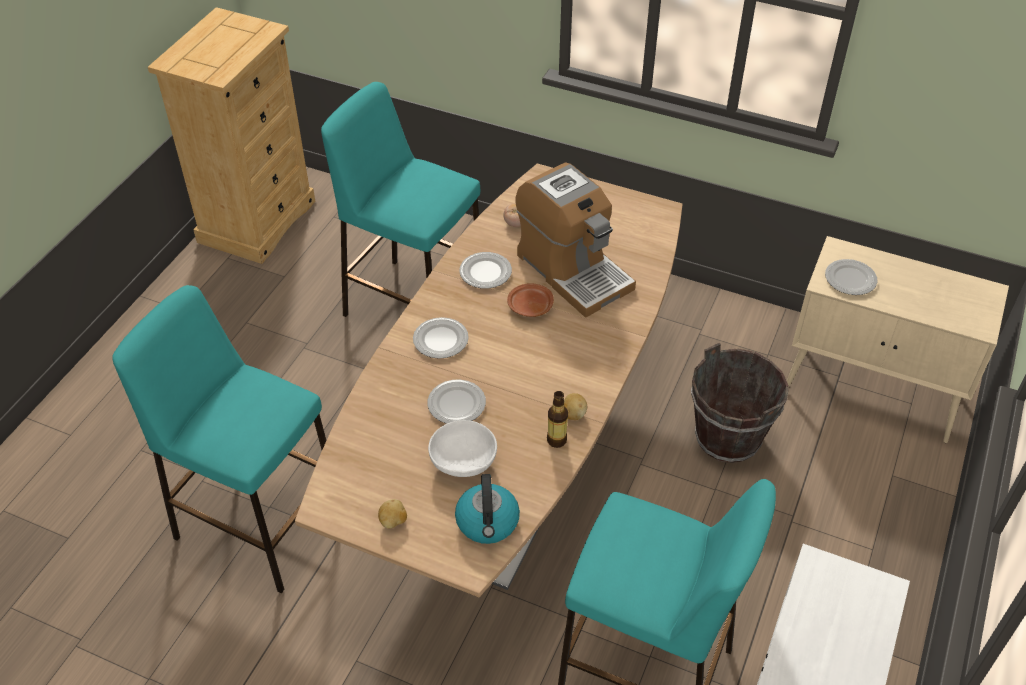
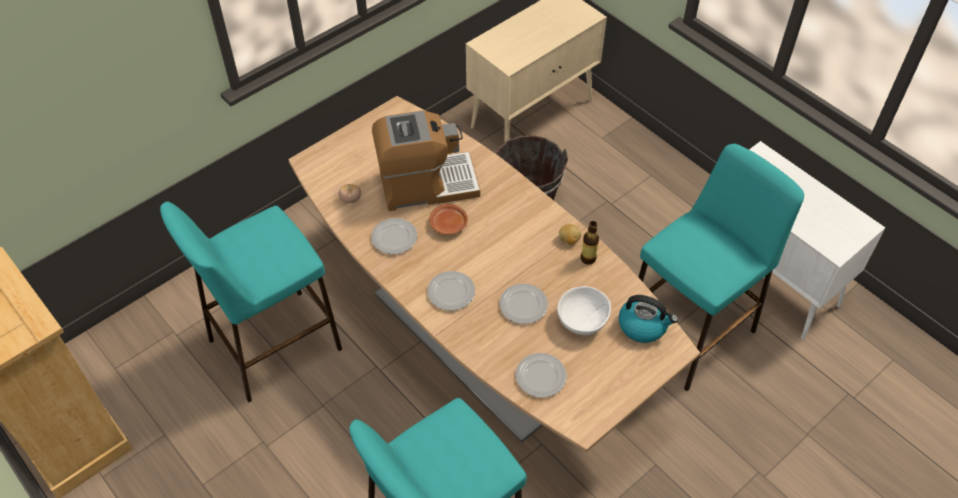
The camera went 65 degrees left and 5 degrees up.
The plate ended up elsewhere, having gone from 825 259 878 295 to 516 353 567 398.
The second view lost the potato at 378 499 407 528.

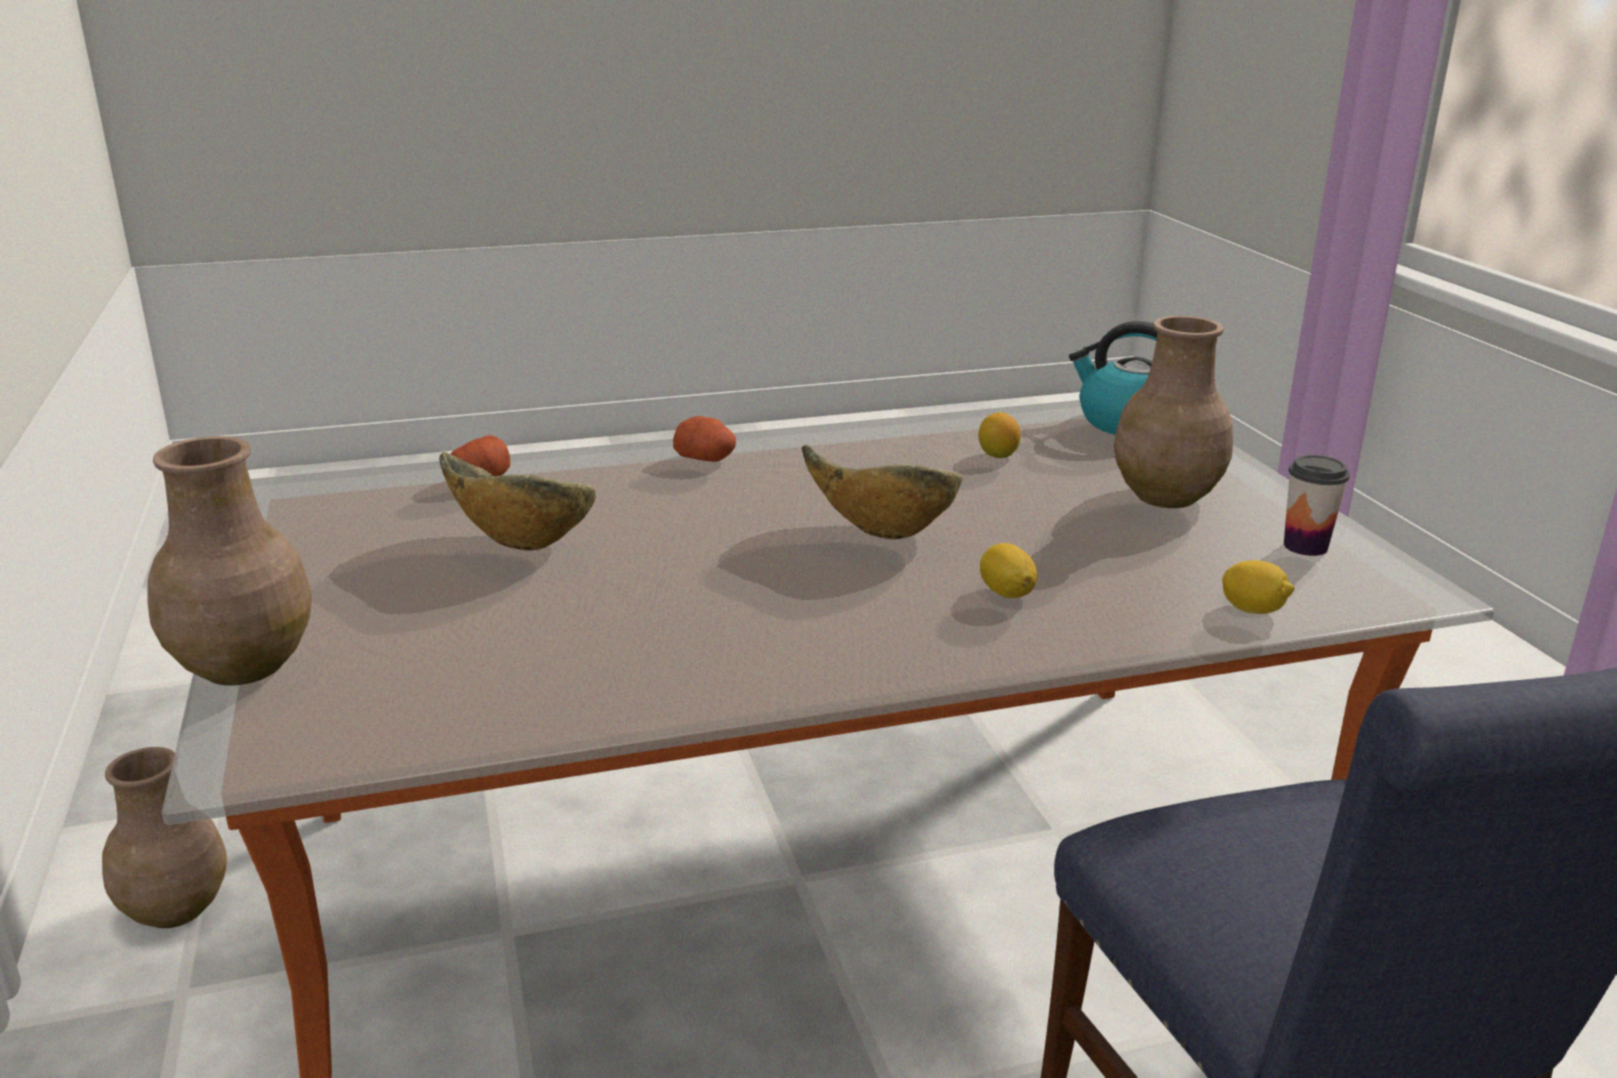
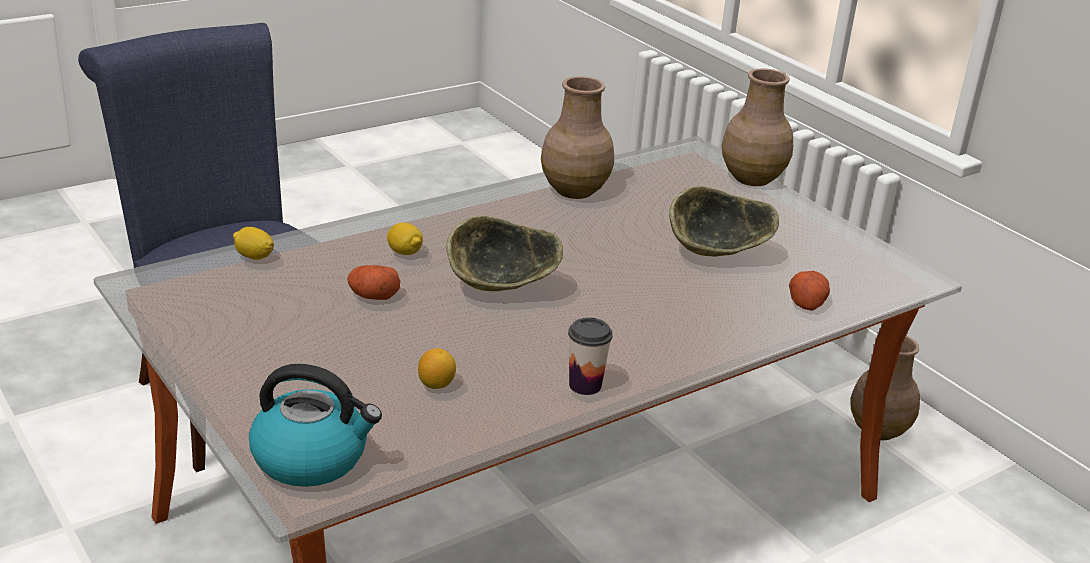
The camera went 160 degrees right and 5 degrees up.
The brown vase ended up elsewhere, having gone from 1114 316 1233 508 to 541 76 614 199.
The potato ended up elsewhere, having gone from 673 416 736 462 to 347 265 400 300.
The cup ended up elsewhere, having gone from 1284 455 1350 556 to 568 318 613 395.

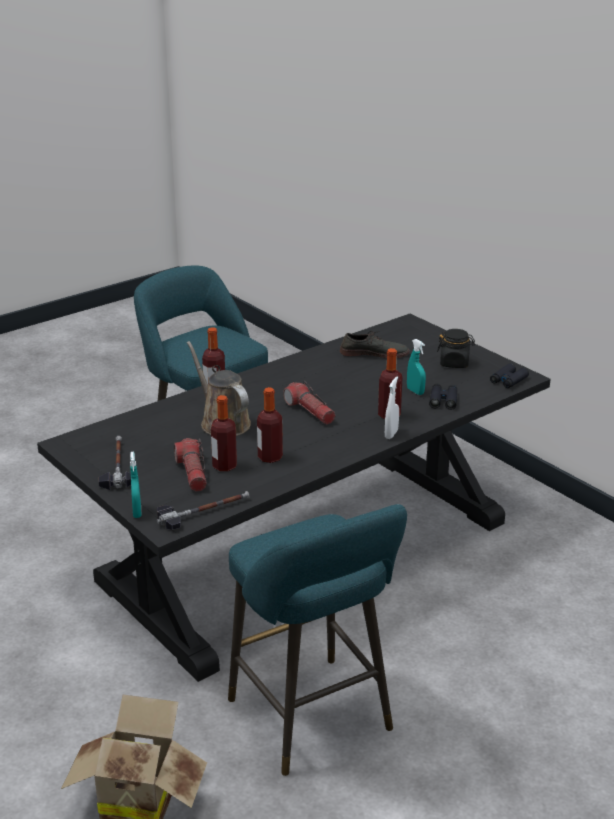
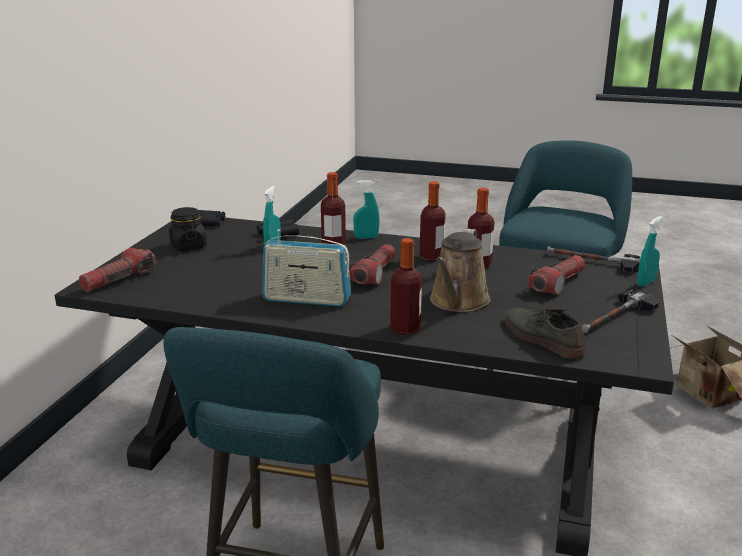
The camera went 125 degrees left and 5 degrees down.
The grey shoe ended up elsewhere, having gone from 340 331 409 358 to 504 307 585 359.
What was the white spray bottle at 385 376 399 439 turned into the turquoise spray bottle at 353 180 380 239.
The bottle ended up elsewhere, having gone from 211 395 237 471 to 419 181 445 261.
The second view gained the radio at 262 229 351 307.
The second view gained the flashlight at 79 248 156 292.

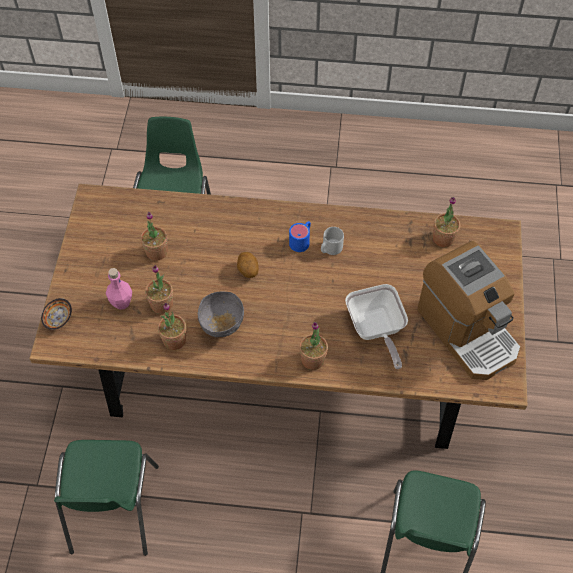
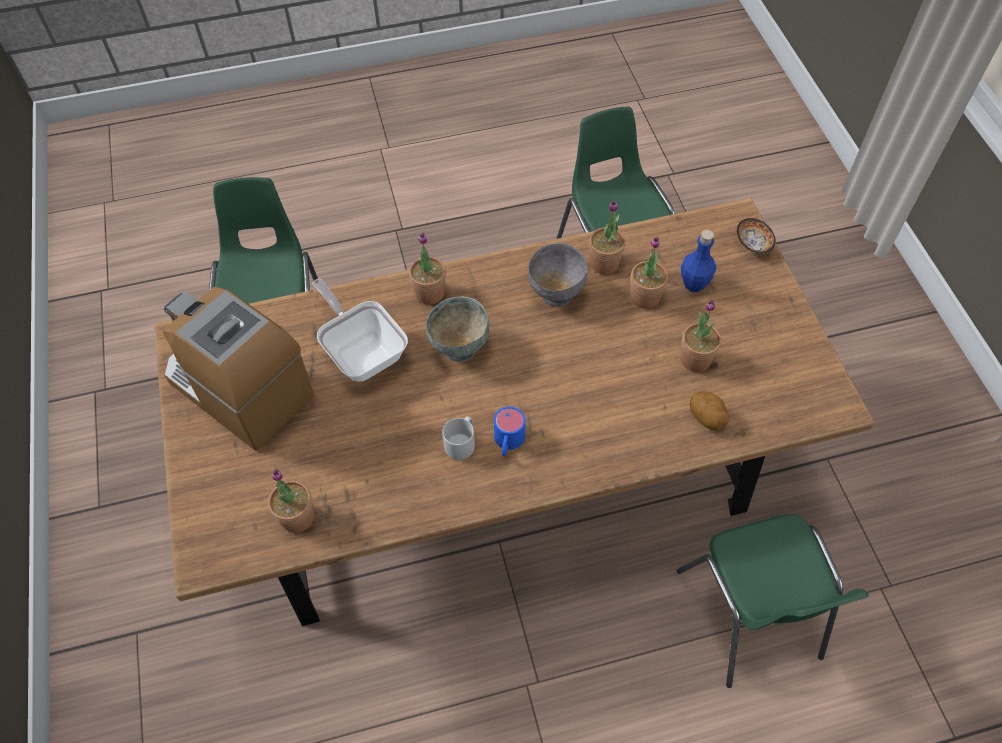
The camera went 160 degrees right and 0 degrees up.
The potato ended up elsewhere, having gone from 237 252 259 278 to 690 391 730 431.
What was the pink bottle at 106 268 132 310 turned into the blue bottle at 681 230 716 292.
The second view gained the grey bowl at 426 297 489 362.

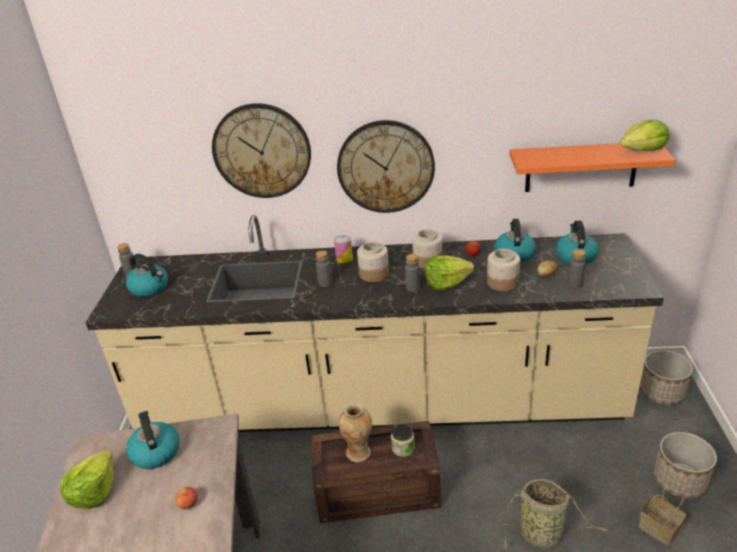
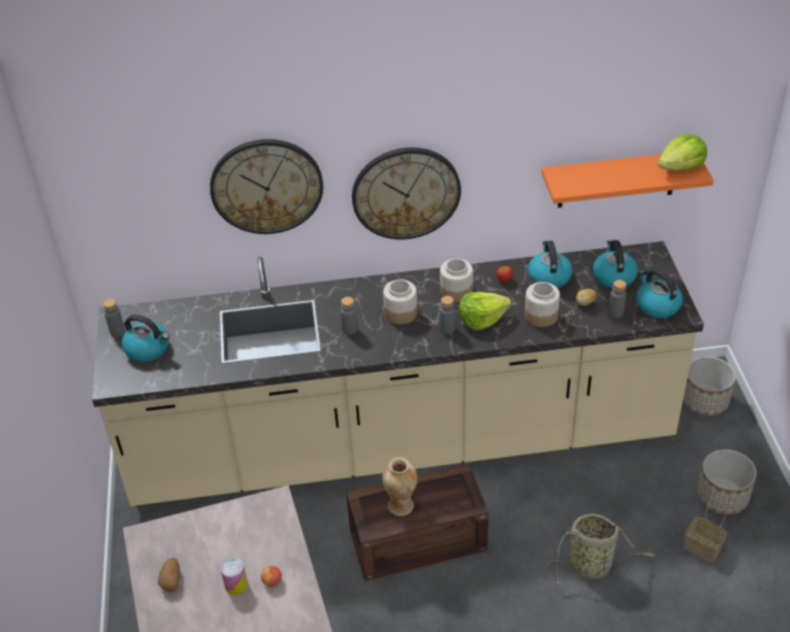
The camera went 10 degrees left and 10 degrees up.
The can ended up elsewhere, having gone from 334 235 353 263 to 220 558 248 595.
The kettle ended up elsewhere, having gone from 126 411 180 469 to 636 269 683 318.
The second view lost the jar at 391 424 415 457.
Where the lettuce stood at 60 450 113 509, the potato came to stand at 158 557 180 592.

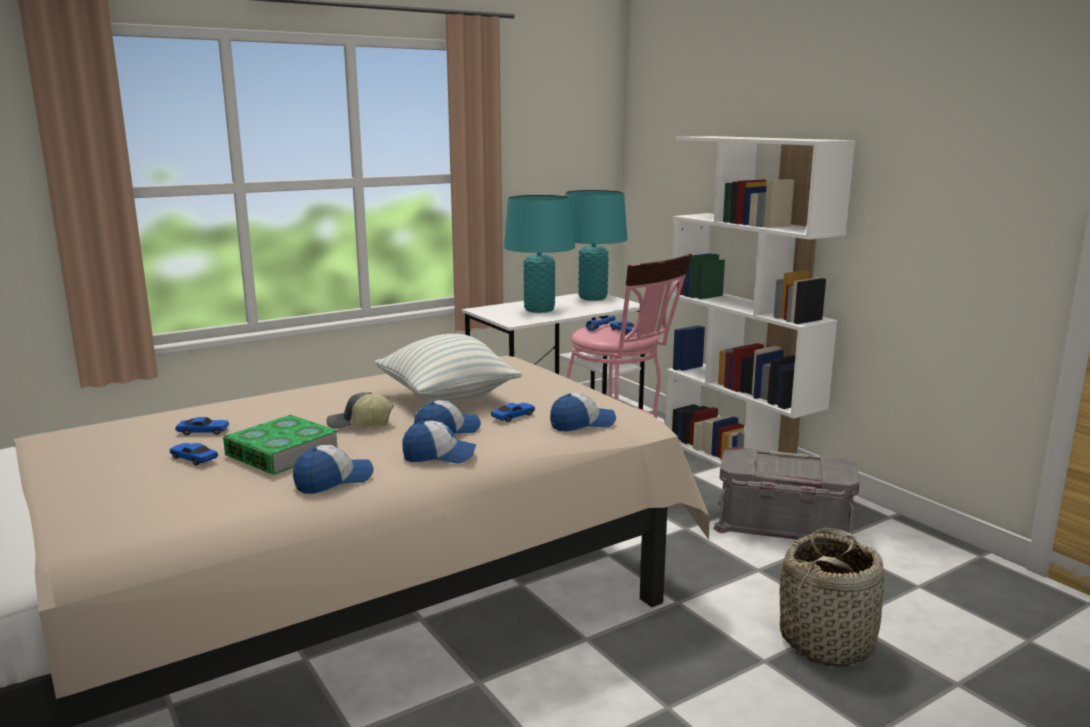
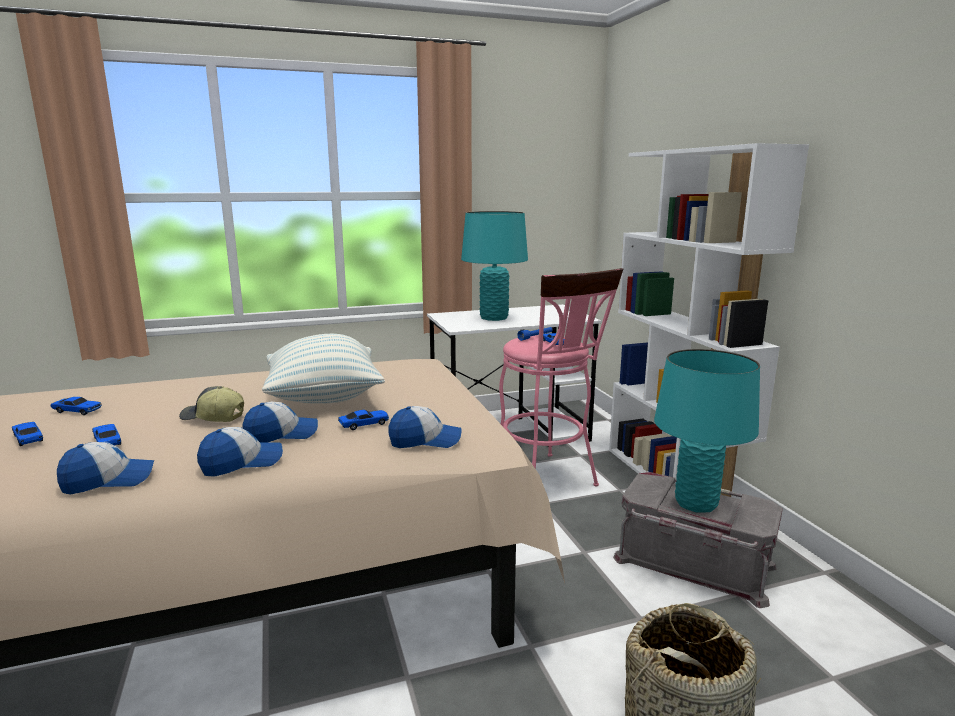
The camera went 15 degrees right and 0 degrees up.
The turquoise table lamp ended up elsewhere, having gone from 565 190 628 301 to 654 349 760 513.
Where the book stood at 223 415 338 475, the toy car came to stand at 92 424 121 445.
The cap at 403 421 476 464 ended up facing another way, 45 degrees counterclockwise from before.

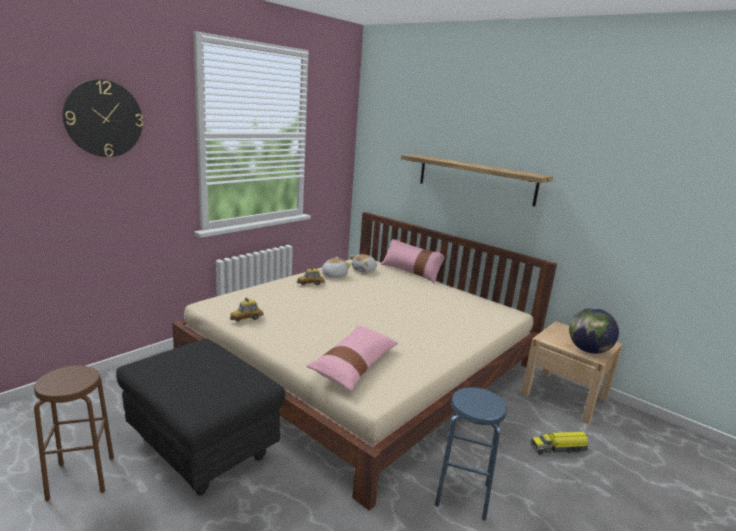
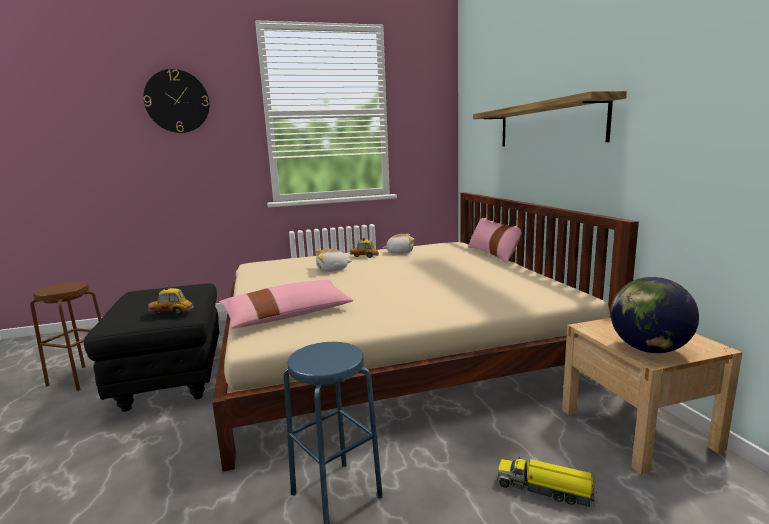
The camera went 35 degrees right and 5 degrees down.
The plush toy ended up elsewhere, having gone from 349 254 377 273 to 315 249 352 272.
The toy car ended up elsewhere, having gone from 230 298 263 321 to 147 285 194 315.

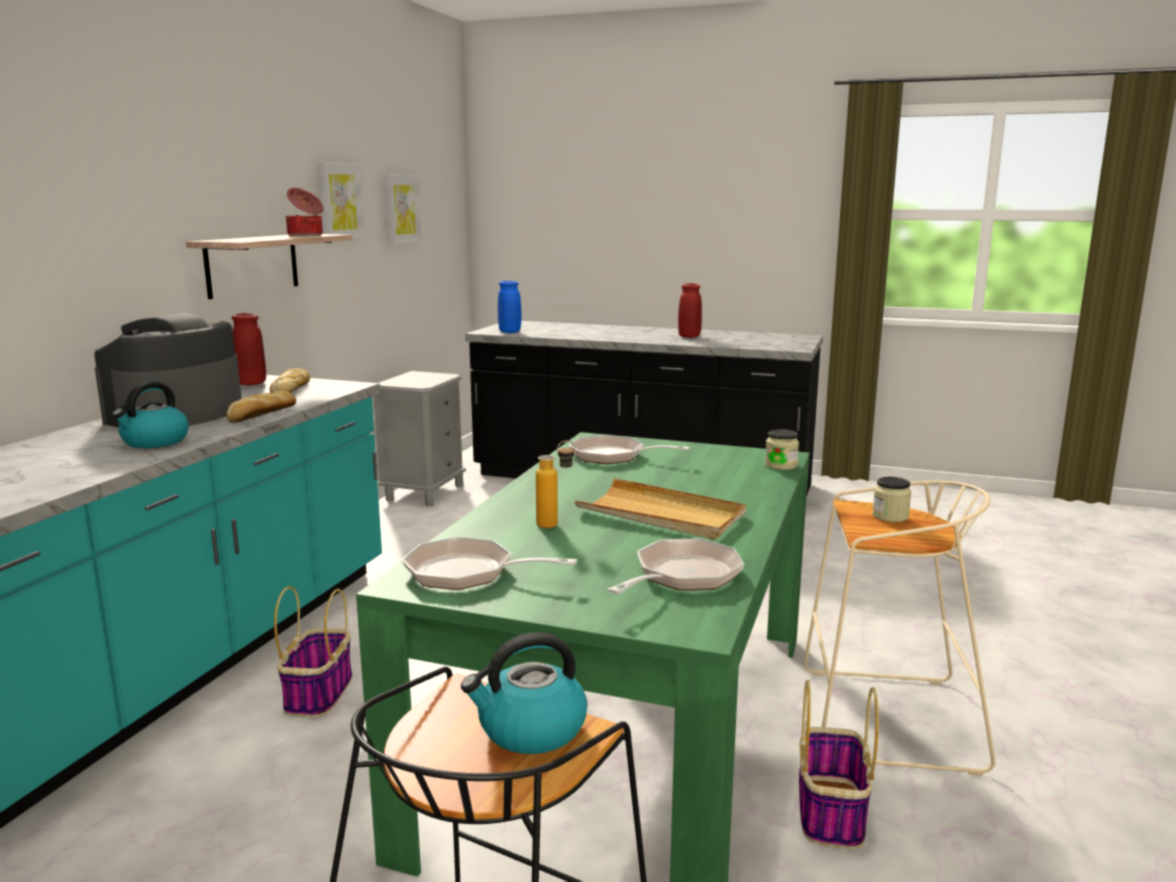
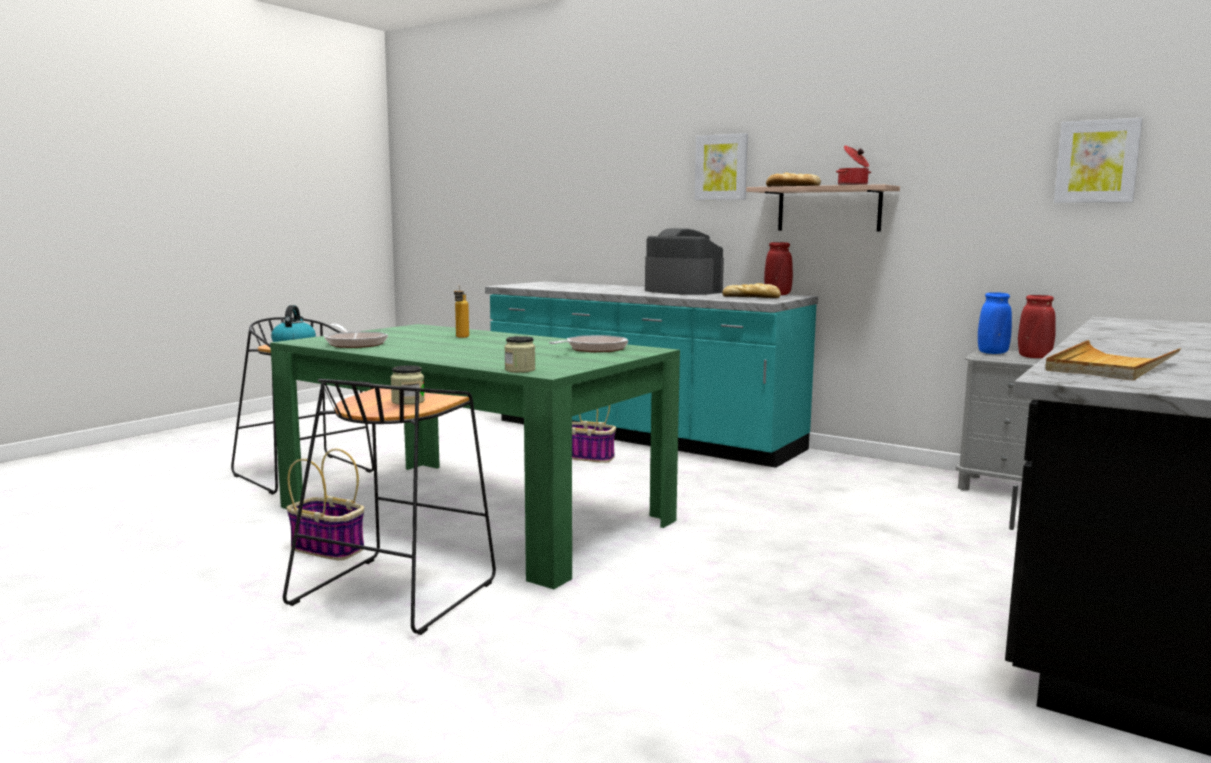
The camera went 105 degrees right and 5 degrees down.
The picture ended up elsewhere, having gone from 317 162 365 242 to 695 133 748 200.
The blue vase ended up elsewhere, having gone from 498 281 521 333 to 978 293 1012 354.
The red vase ended up elsewhere, having gone from 678 283 702 338 to 1018 295 1056 358.
The second view lost the kettle at 112 381 189 448.
The bread ended up elsewhere, having gone from 227 391 296 423 to 766 173 821 187.
The beige tray ended up elsewhere, having gone from 575 478 746 540 to 1045 340 1181 380.
What was the beige stool at 803 481 996 776 turned into the black stool at 283 379 496 635.
The second view lost the frying pan at 402 537 577 590.

